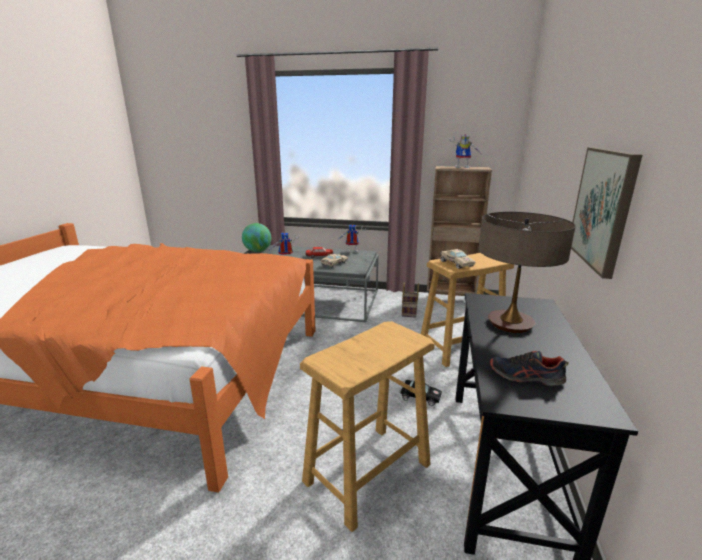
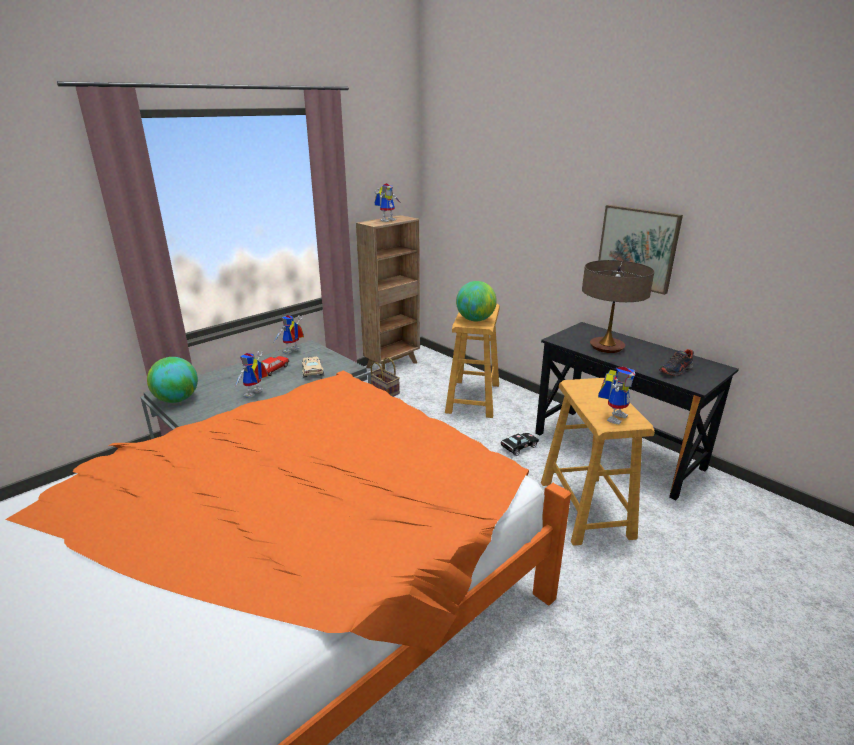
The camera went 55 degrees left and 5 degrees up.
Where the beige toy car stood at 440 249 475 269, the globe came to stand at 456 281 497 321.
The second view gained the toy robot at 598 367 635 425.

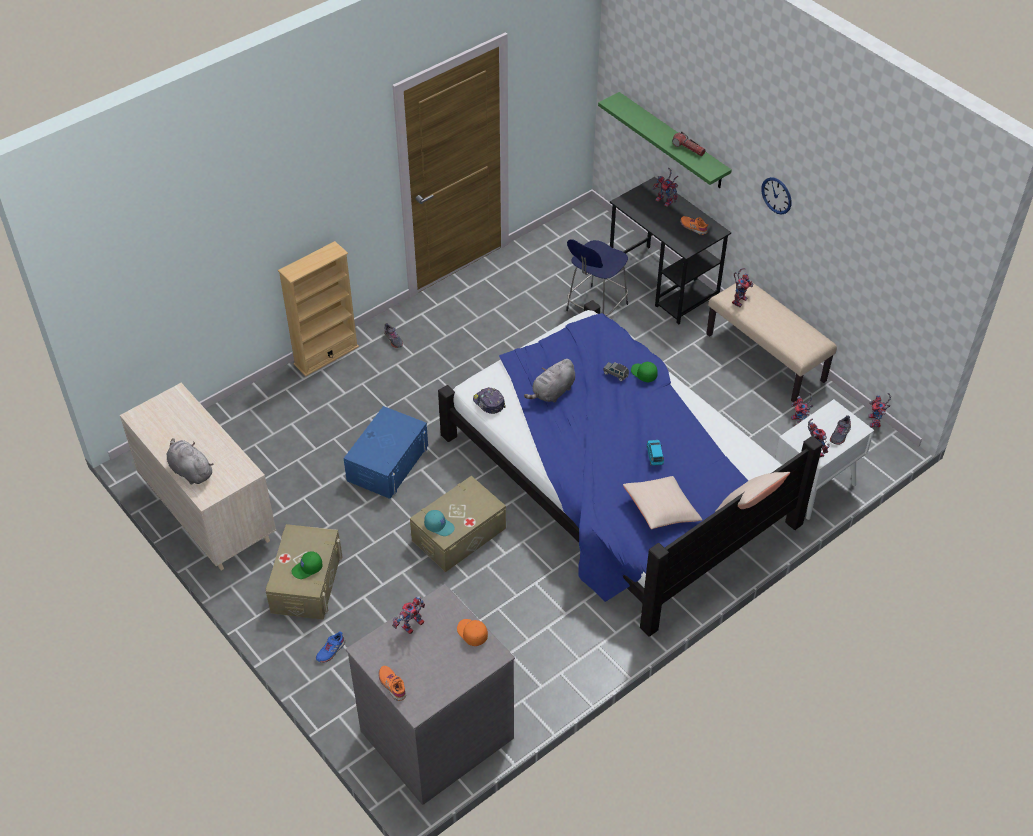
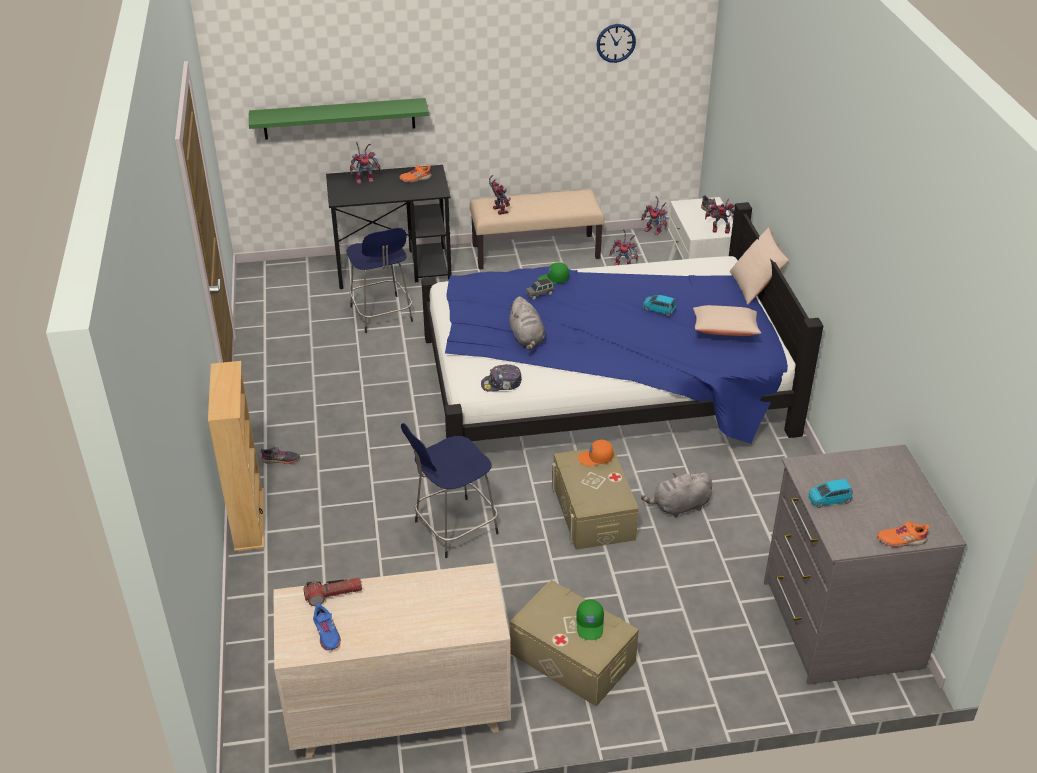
The camera went 60 degrees left and 10 degrees down.
The flashlight ended up elsewhere, having gone from 672 132 706 156 to 304 578 362 606.
The wall clock ended up elsewhere, having gone from 761 177 792 214 to 596 24 636 63.
Where the blue storage box stood at 343 406 428 499, the blue stool came to stand at 401 423 499 558.
The grey plush toy ended up elsewhere, having gone from 166 438 214 485 to 641 473 712 517.
The second view lost the turquoise cap at 424 510 455 536.
Where the toy robot stood at 392 596 425 634, the blue toy car came to stand at 809 479 853 508.
The orange cap ended up elsewhere, having gone from 457 619 488 646 to 578 439 613 466.
The blue shoe ended up elsewhere, having gone from 316 631 345 663 to 313 603 341 650.

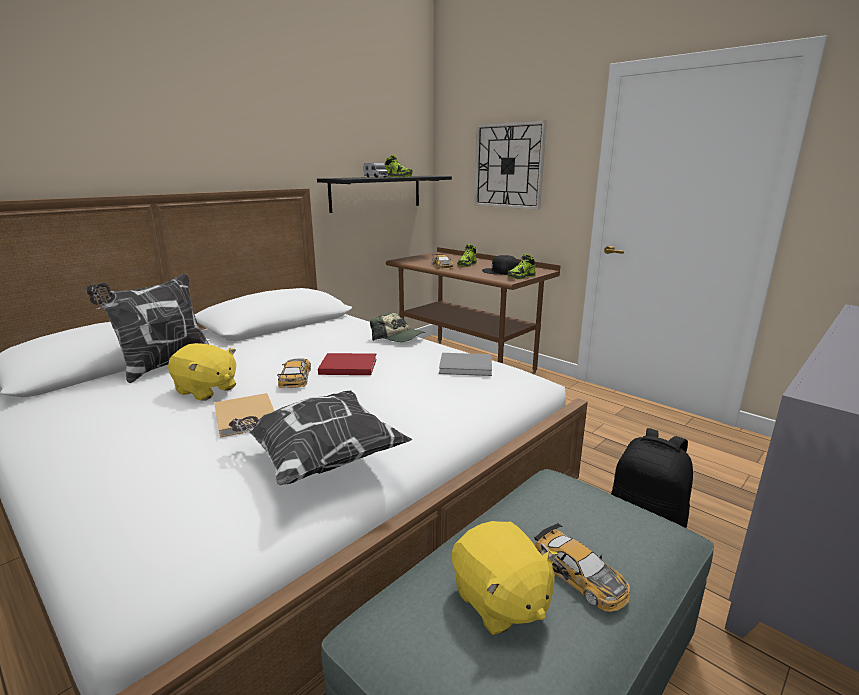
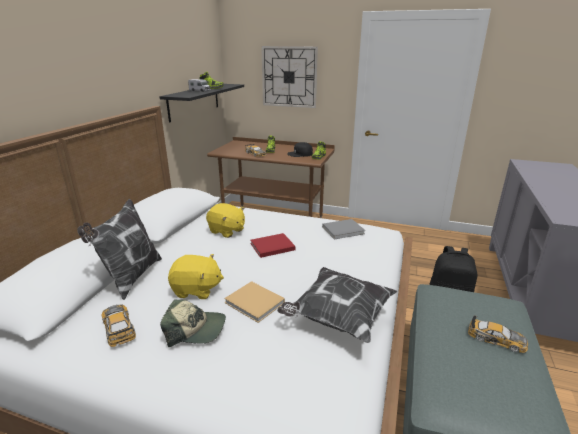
The camera went 25 degrees left and 5 degrees up.
The cap ended up elsewhere, having gone from 370 313 425 342 to 160 299 226 347.
The toy car ended up elsewhere, having gone from 278 358 311 388 to 102 304 136 347.
The yellow plush toy ended up elsewhere, having gone from 452 521 558 635 to 206 203 245 238.

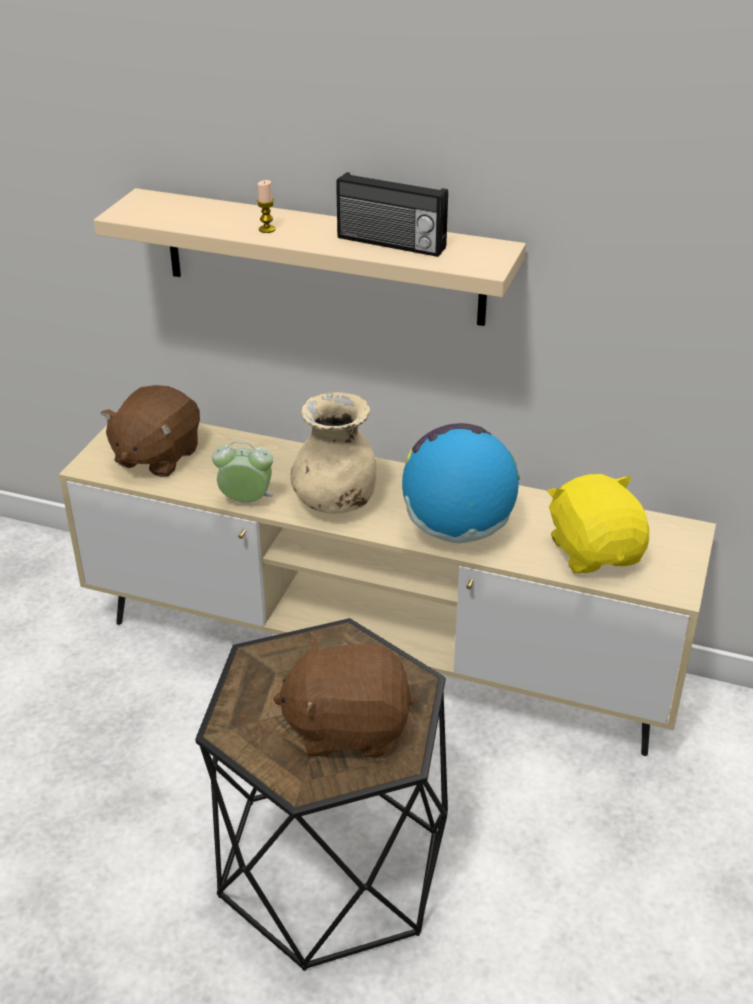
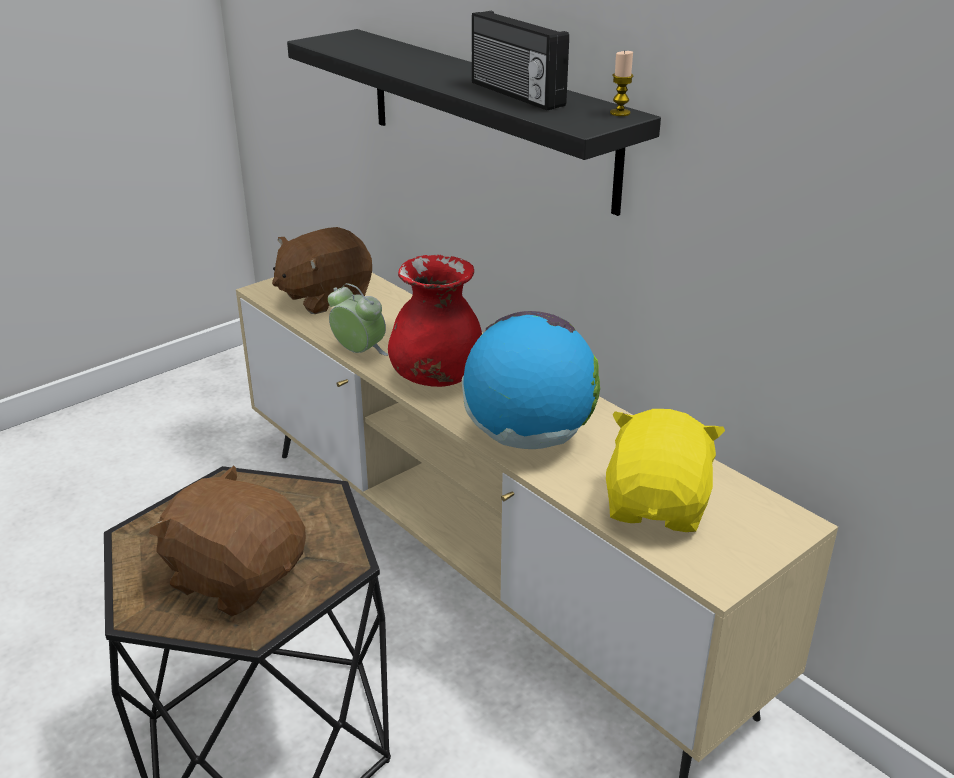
The camera went 30 degrees right and 5 degrees down.
The candle ended up elsewhere, having gone from 257 180 275 233 to 610 50 634 116.
What was the beige shelf at 94 188 526 326 turned into the black shelf at 287 29 661 216.
What was the beige vase at 290 392 377 514 turned into the red vase at 388 255 482 387.

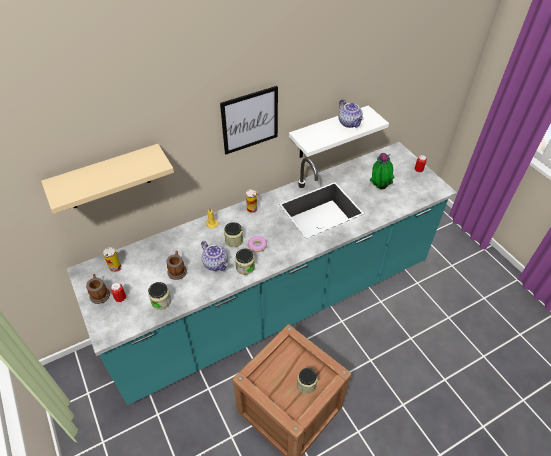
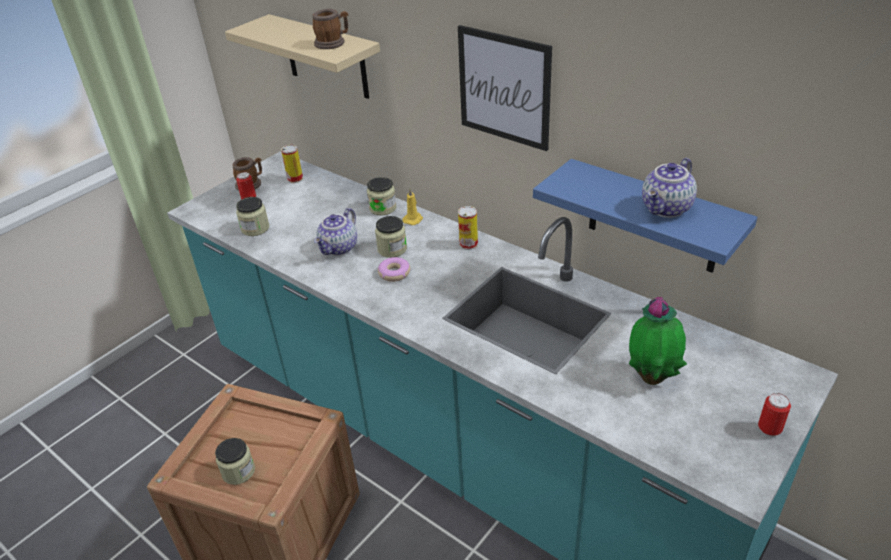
The camera went 70 degrees right and 10 degrees down.
What was the white shelf at 289 105 389 158 turned into the blue shelf at 533 159 757 273.
The jar ended up elsewhere, having gone from 235 249 255 275 to 367 177 397 215.
The mug ended up elsewhere, having gone from 166 251 187 280 to 312 8 348 49.

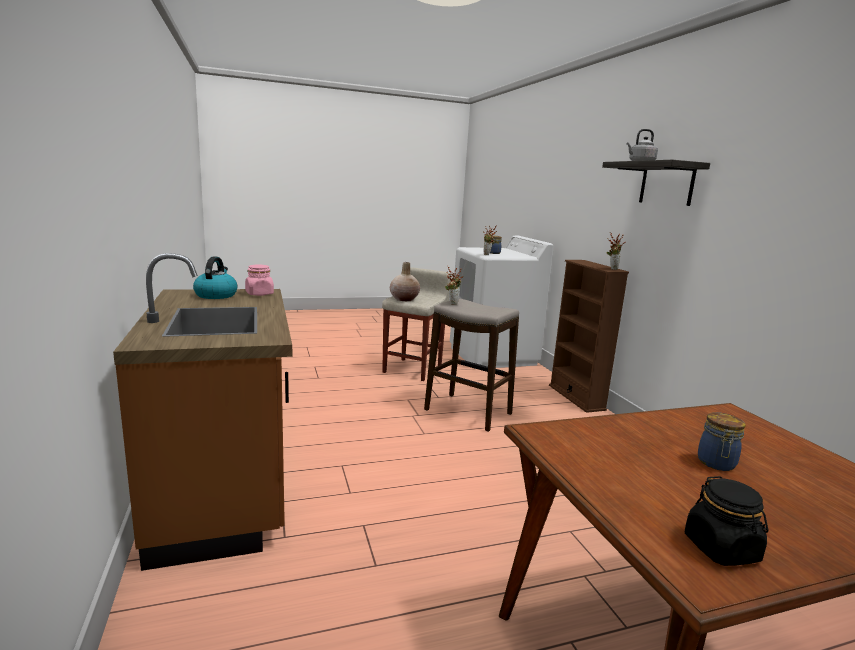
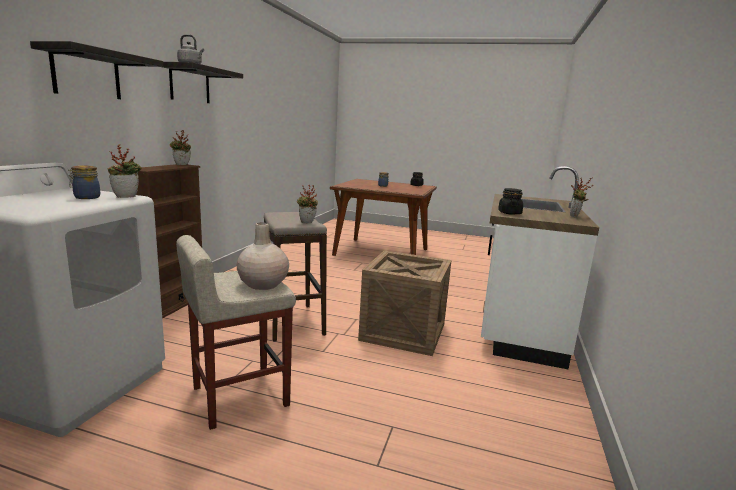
The camera went 145 degrees left and 0 degrees up.
What was the brown counter at 113 253 292 571 turned into the white counter at 481 166 599 369.
The second view lost the kettle at 193 256 238 299.
What was the pink jar at 245 265 274 296 turned into the black jar at 498 188 523 215.
The second view gained the shelf at 30 41 163 99.
The second view gained the potted plant at 570 177 593 217.
The second view gained the crate at 358 250 452 356.

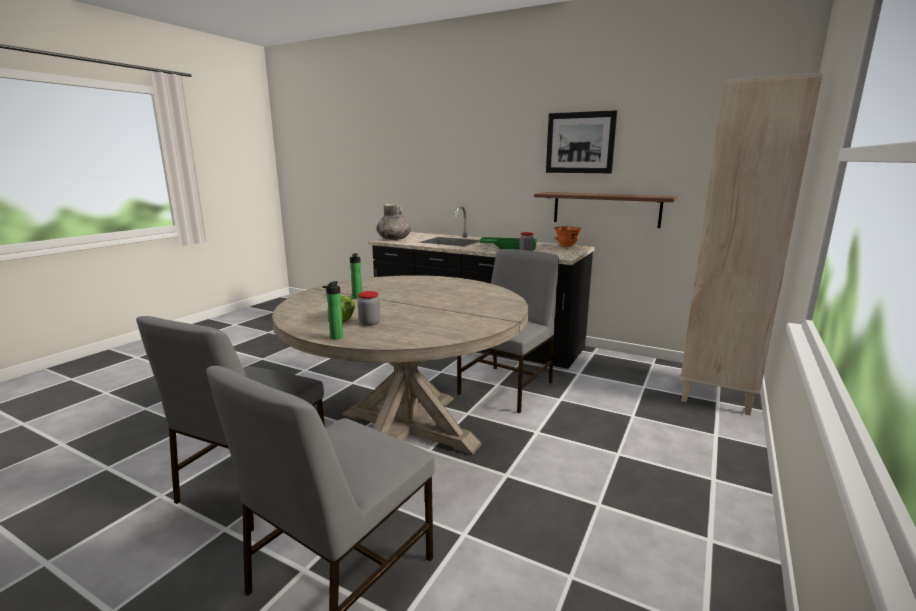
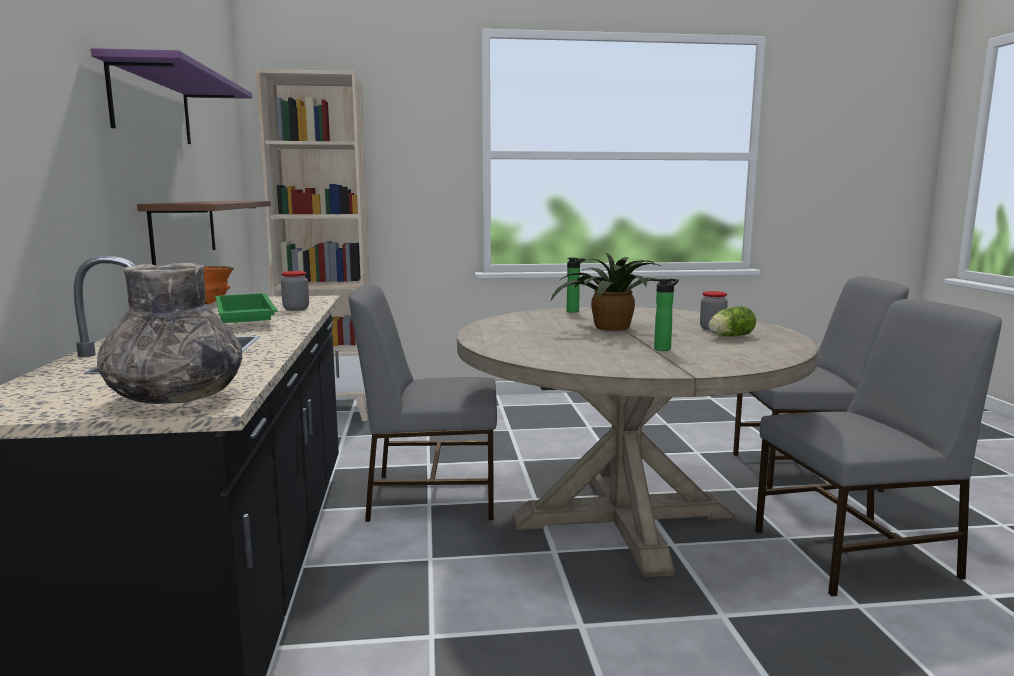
The camera went 125 degrees left and 5 degrees down.
Where the picture hung at 546 110 617 173, the purple shelf came to hang at 91 48 253 144.
The bottle ended up elsewhere, having gone from 322 281 344 340 to 567 258 586 313.
The second view gained the potted plant at 550 252 662 331.

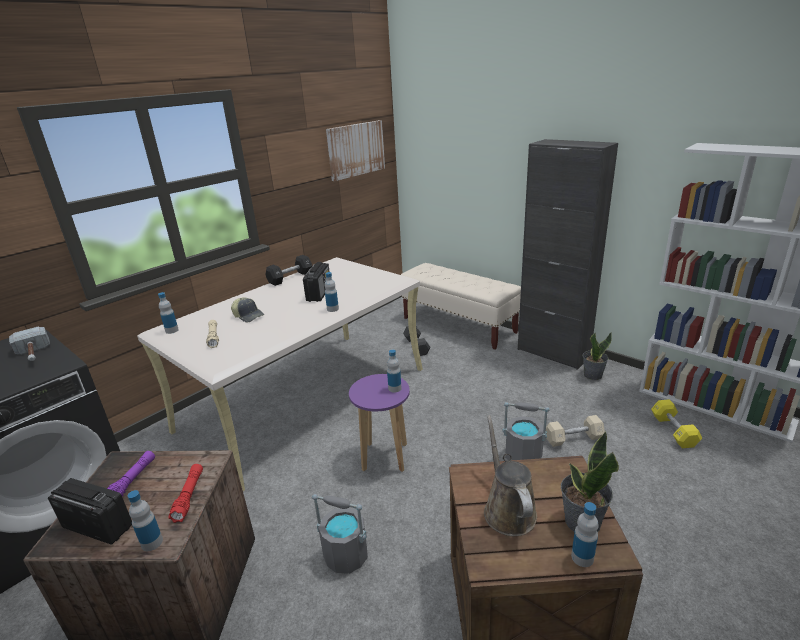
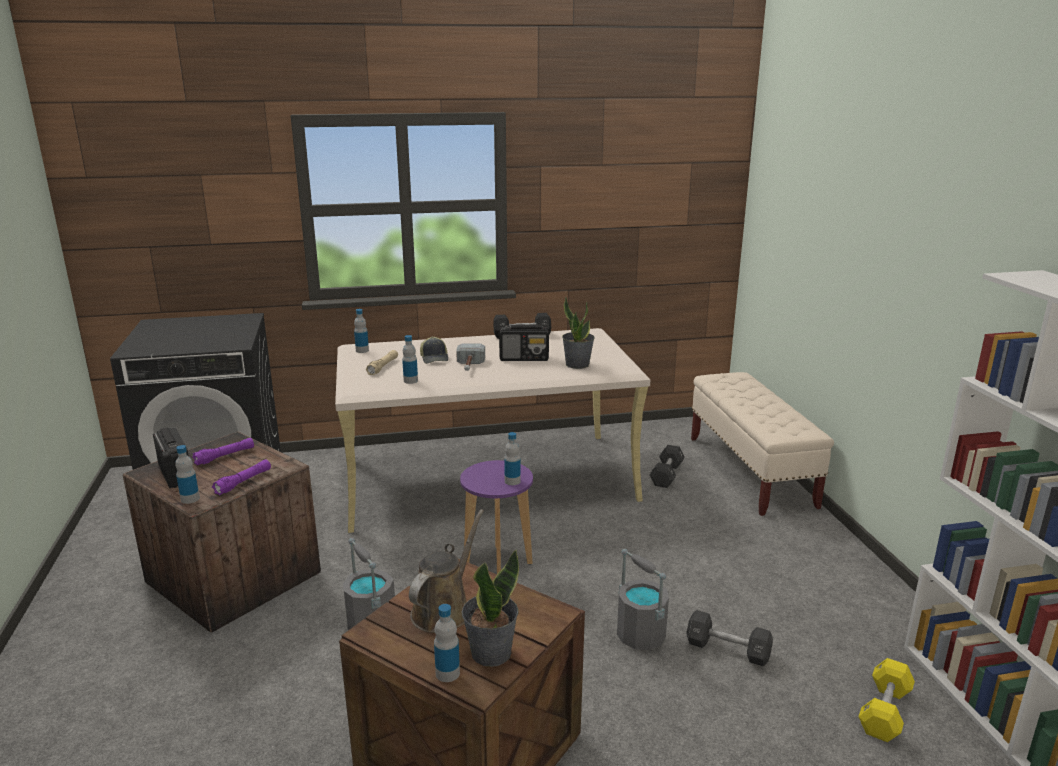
The camera went 35 degrees right and 5 degrees down.
The second view lost the picture at 326 120 385 181.
The second view lost the black cabinet at 518 139 618 370.
The radio at 303 262 330 302 ended up facing another way, 45 degrees clockwise from before.
The bottle ended up elsewhere, having gone from 324 272 339 312 to 402 335 418 384.
The hammer ended up elsewhere, having gone from 9 326 50 361 to 456 343 485 371.
The potted plant ended up elsewhere, having gone from 583 332 612 380 to 562 296 595 369.
What was the beige dumbbell at 546 415 605 447 turned into the black dumbbell at 686 610 773 666.
What was the red flashlight at 168 464 203 523 turned into the purple flashlight at 212 460 271 495.

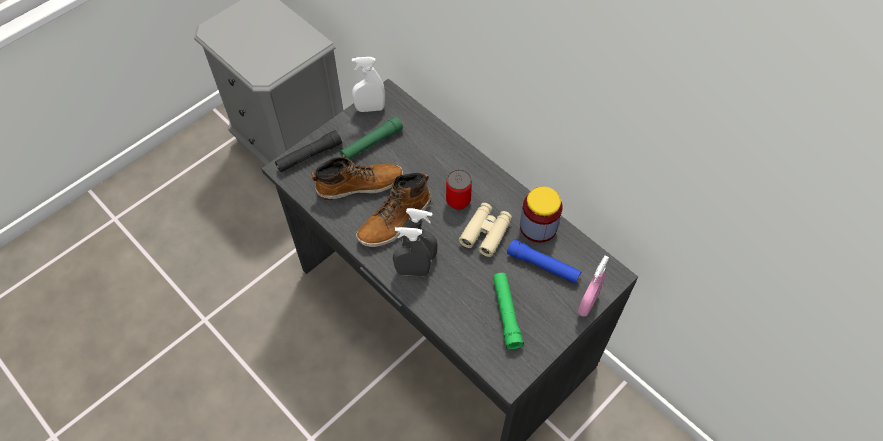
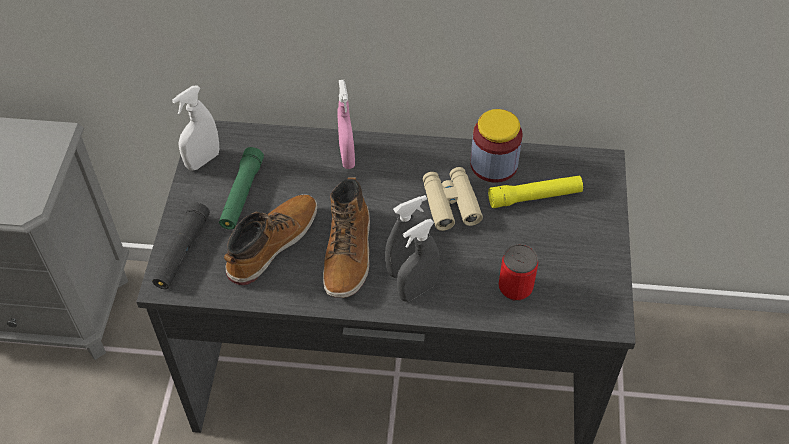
The camera went 40 degrees left and 5 degrees down.
The can ended up elsewhere, having gone from 446 169 472 210 to 498 244 538 301.
What was the blue flashlight at 507 239 582 284 turned into the yellow flashlight at 488 176 583 208.
The pink spray bottle ended up elsewhere, having gone from 578 255 609 317 to 338 80 355 169.
The second view lost the green flashlight at 493 273 523 349.

